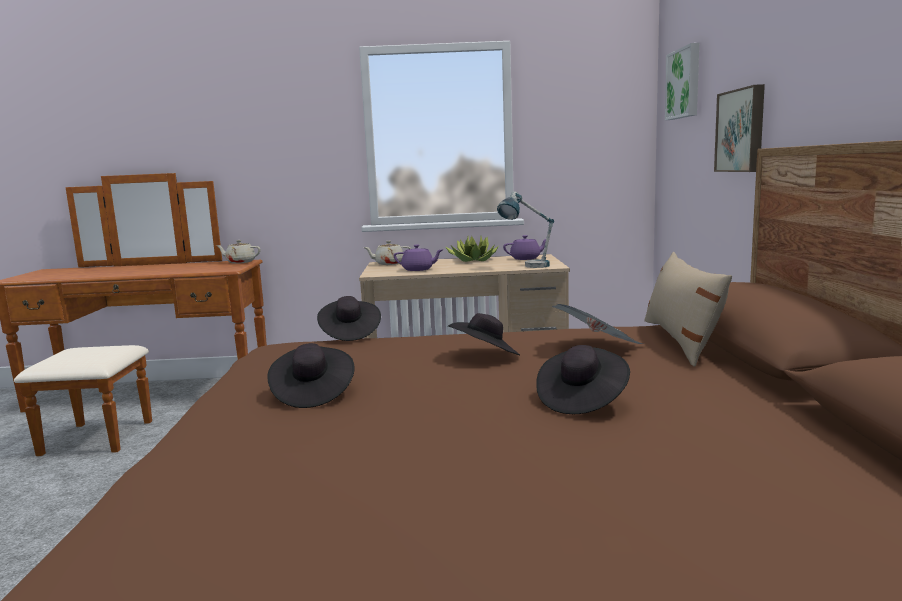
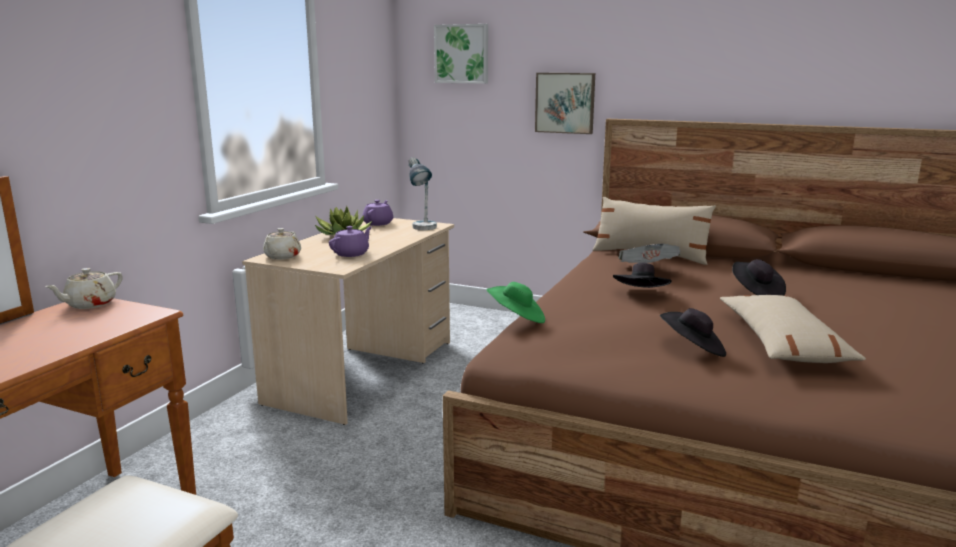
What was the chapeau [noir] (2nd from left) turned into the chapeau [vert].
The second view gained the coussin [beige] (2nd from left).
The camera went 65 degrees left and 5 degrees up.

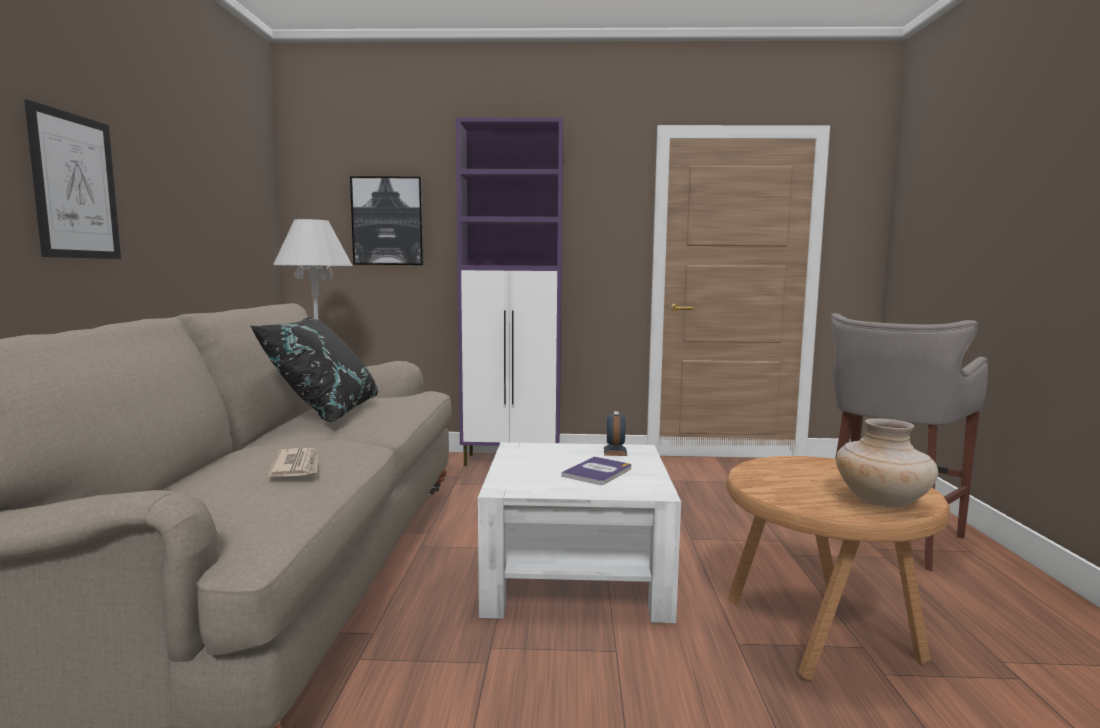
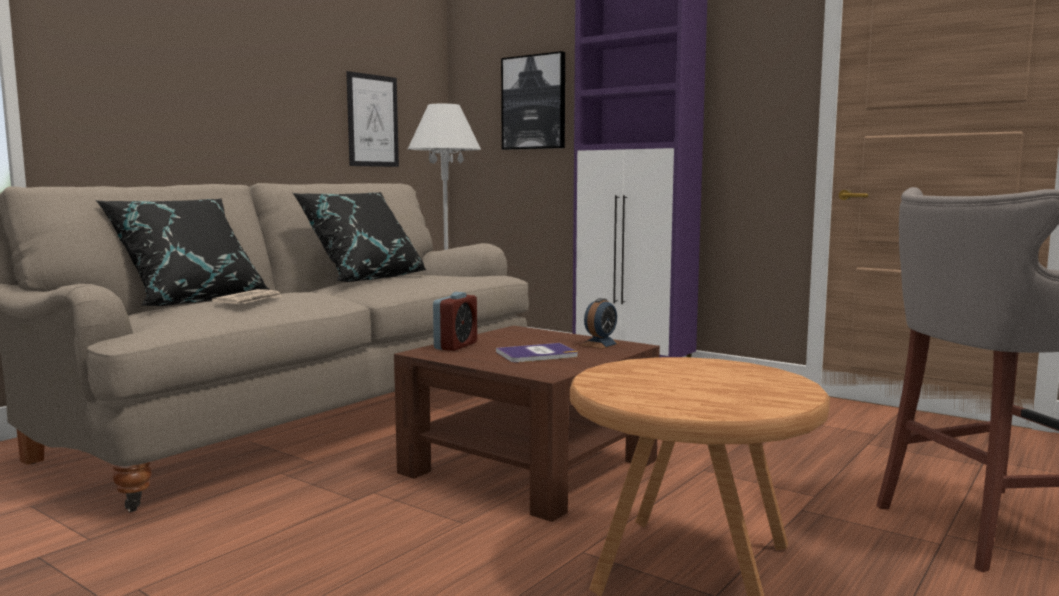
The second view gained the coussin [noir] (1st from left).
The tableau (1st from left) ended up elsewhere.
What was the table basse [blanc] turned into the table basse [marron].
The second view gained the réveil (1st from left).
The second view lost the vase [beige].
The camera went 35 degrees right and 0 degrees up.

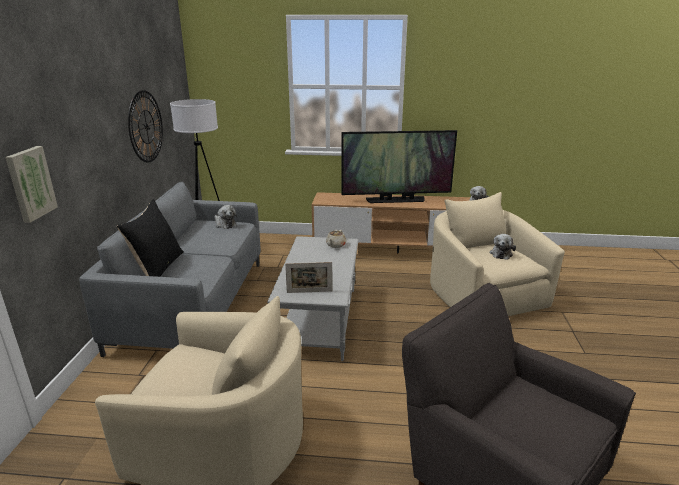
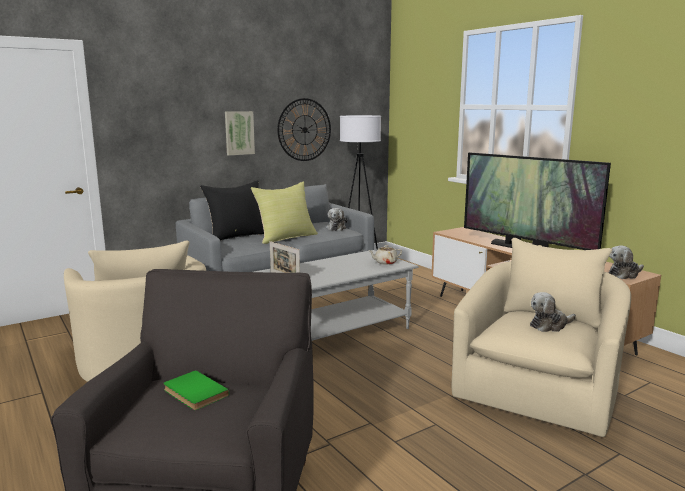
The second view gained the livre [vert].
The tableau ended up elsewhere.
The second view gained the coussin [jaune].
The camera went 50 degrees right and 10 degrees down.

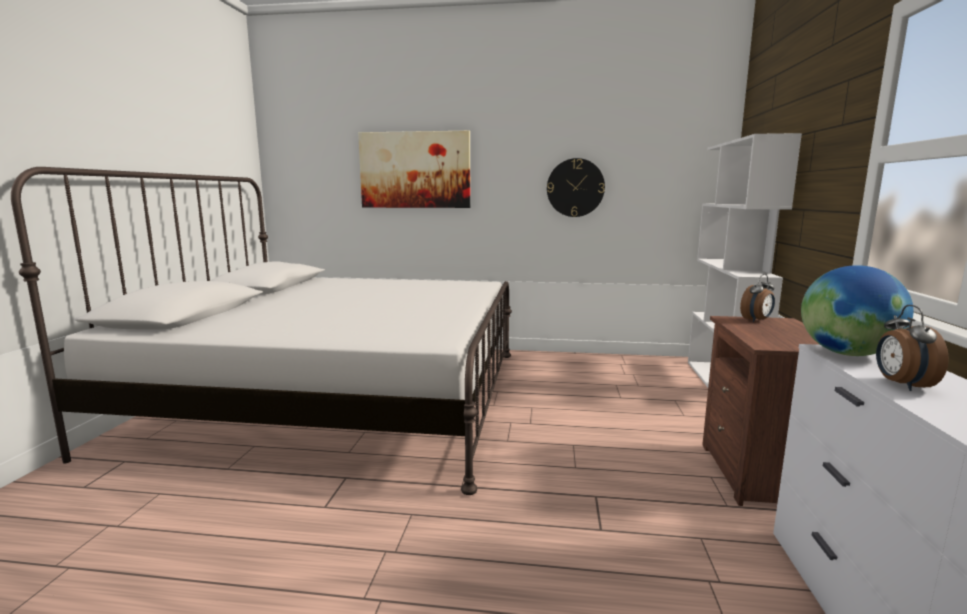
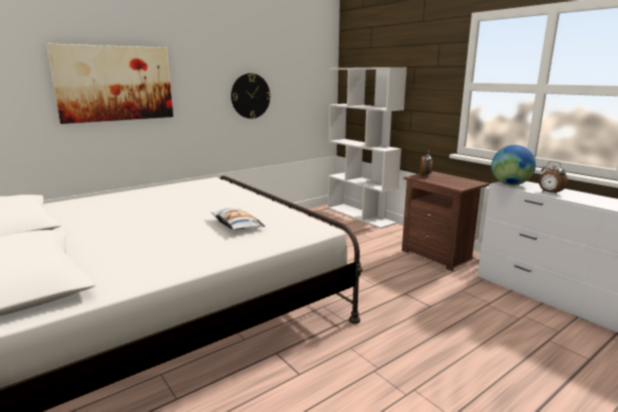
The second view gained the coussin.
The camera went 45 degrees left and 5 degrees up.

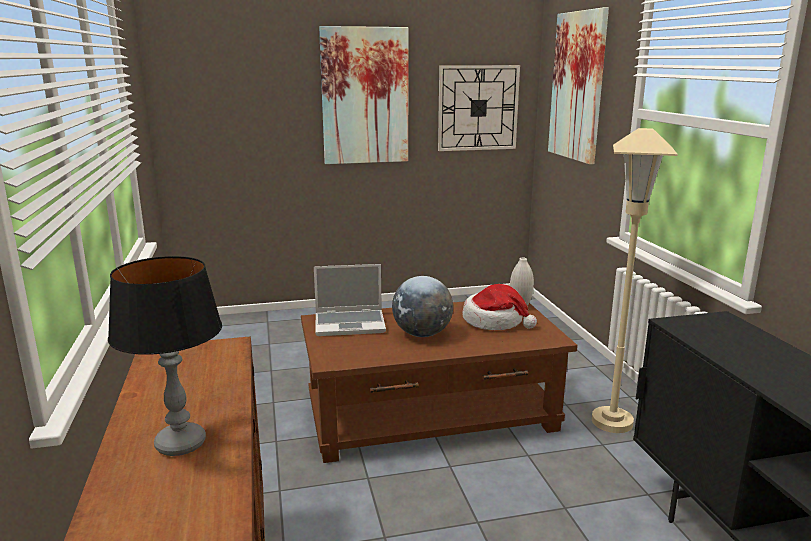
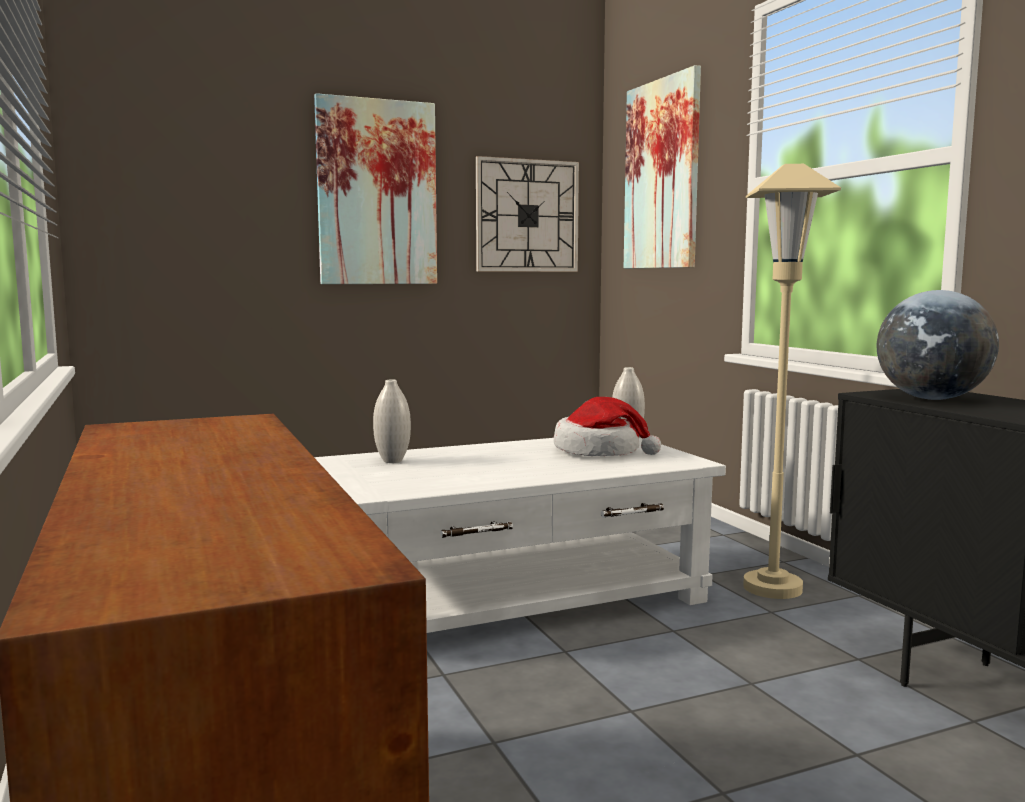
What was the table basse [marron] turned into the table basse [blanc].
Where the ordinateur portable stood, the vase [blanc] (1st from left) came to stand.
The globe ended up elsewhere.
The second view lost the lampe de table.
The camera went 10 degrees left and 10 degrees down.

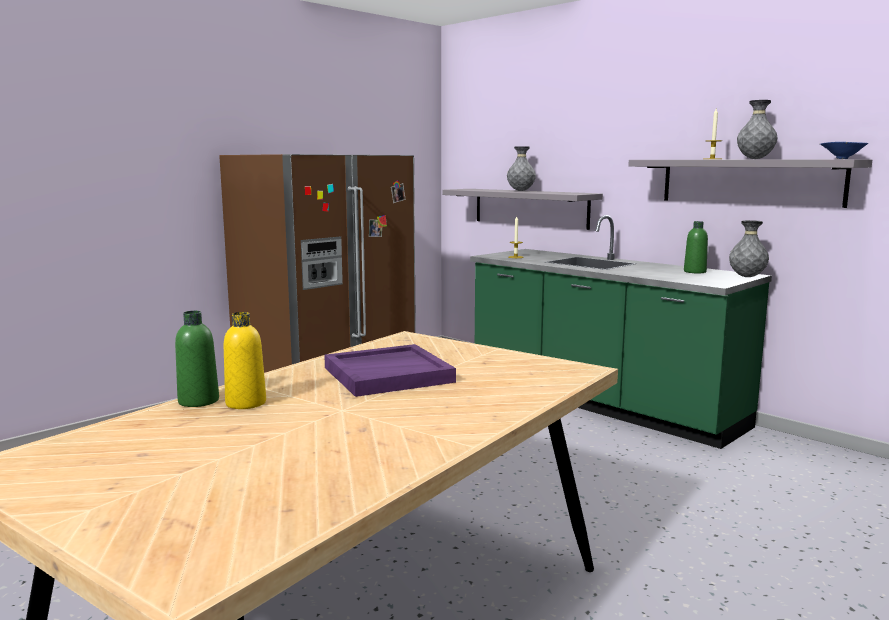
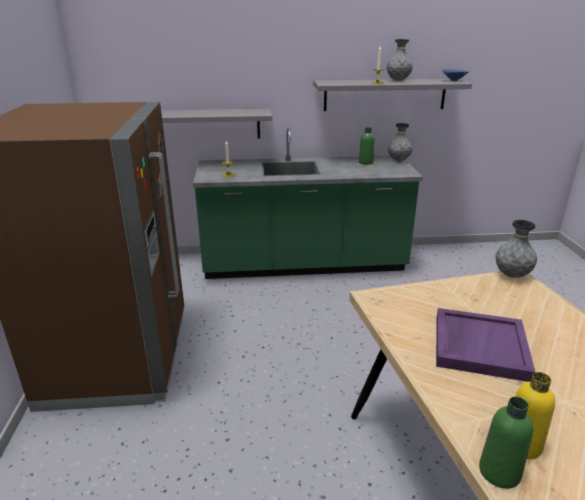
The vase [gris] (1st from left in the first image) ended up elsewhere.
The camera went 50 degrees left and 15 degrees up.

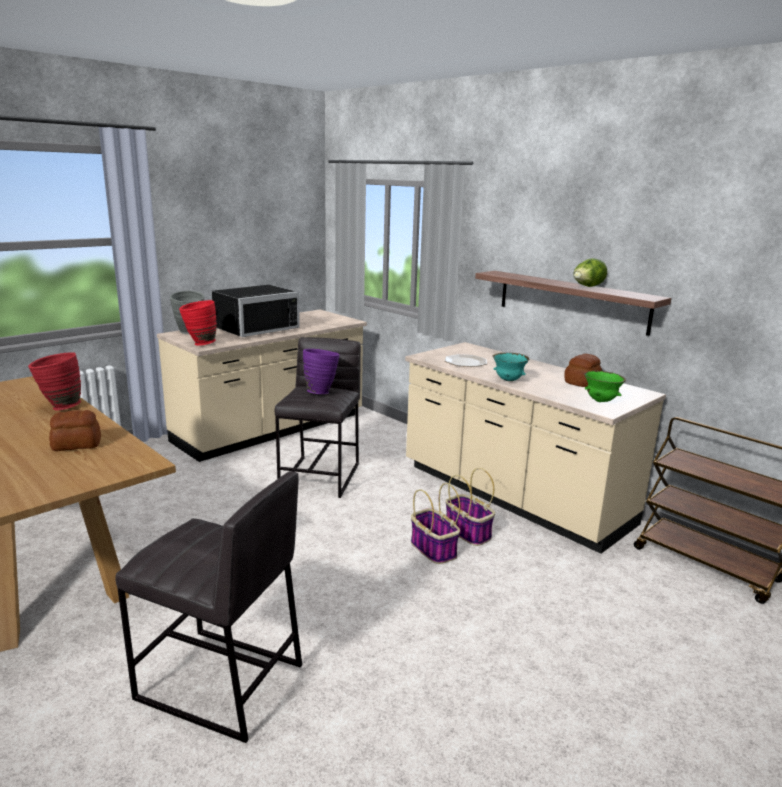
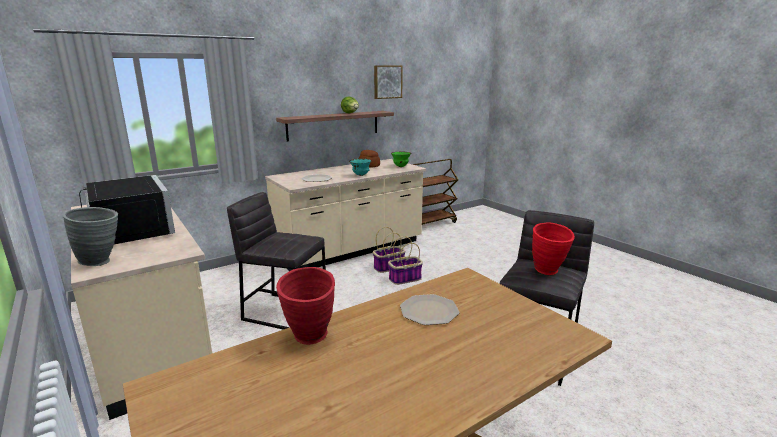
The second view gained the tableau.
Where the pain (1st from left) stood, the assiette (2nd from left) came to stand.
The vase [rouge] (2nd from left) ended up elsewhere.
The second view lost the vase [violet].
The camera went 80 degrees left and 0 degrees up.

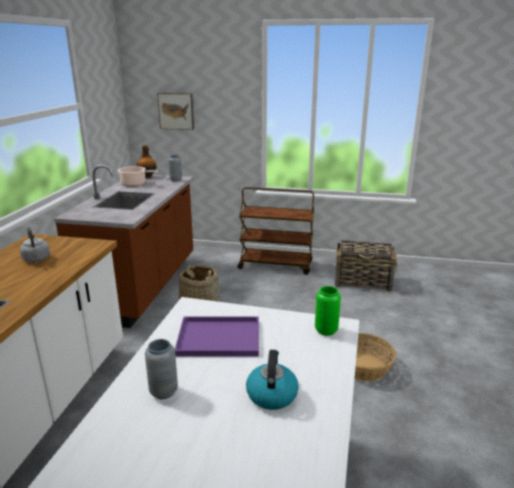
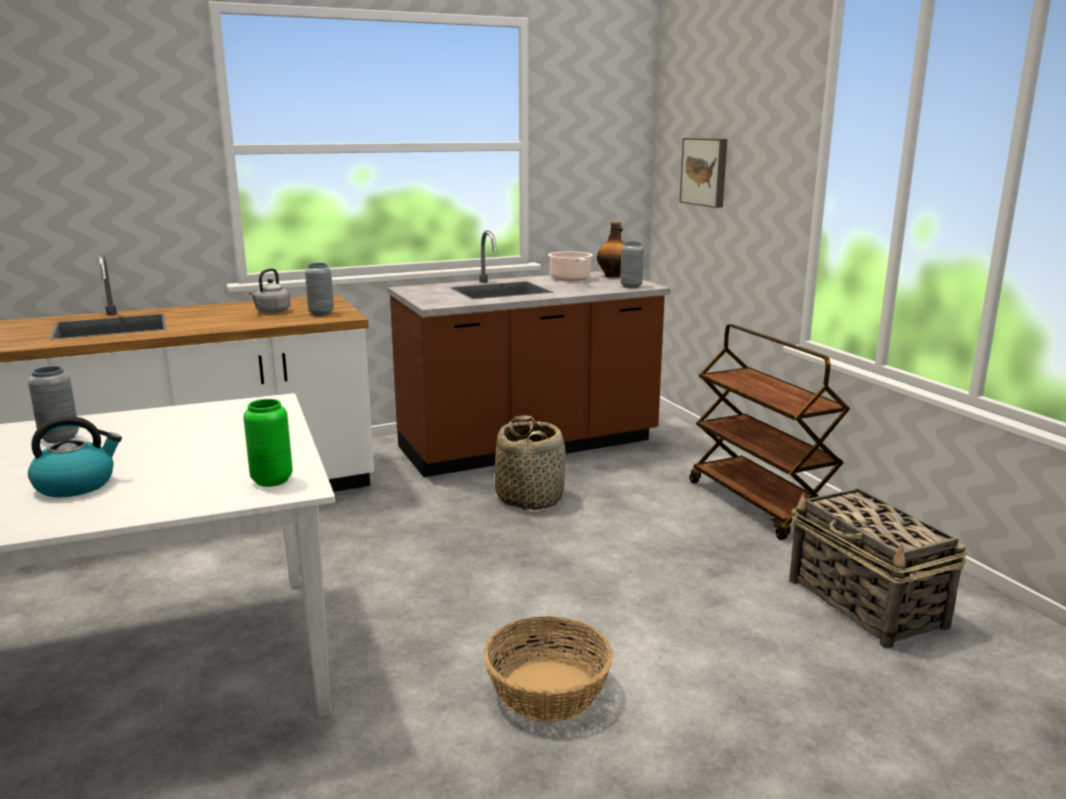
The second view gained the vase [gris] (2nd from left).
The second view lost the plateau [violet].
The camera went 55 degrees right and 5 degrees down.

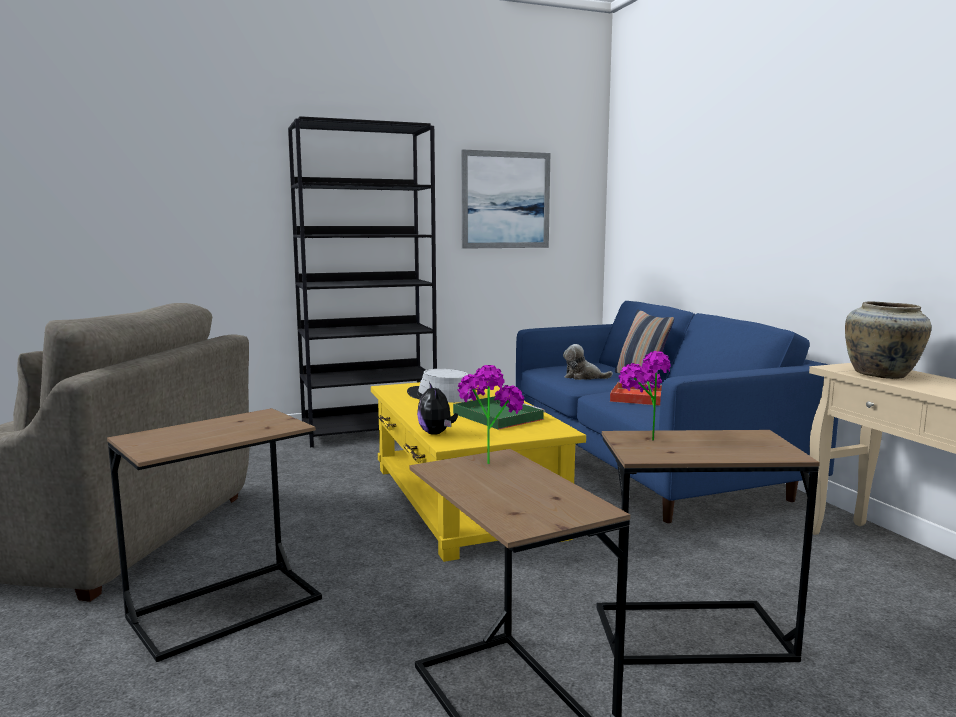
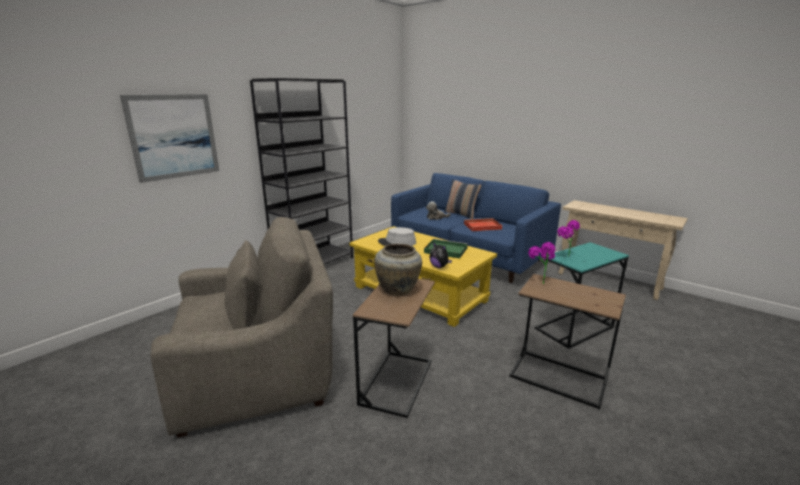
The tableau ended up elsewhere.
The vase [beige] ended up elsewhere.
What was the table d'appoint [marron] (3rd from left) turned into the table d'appoint [turquoise].
The camera went 30 degrees left and 10 degrees up.

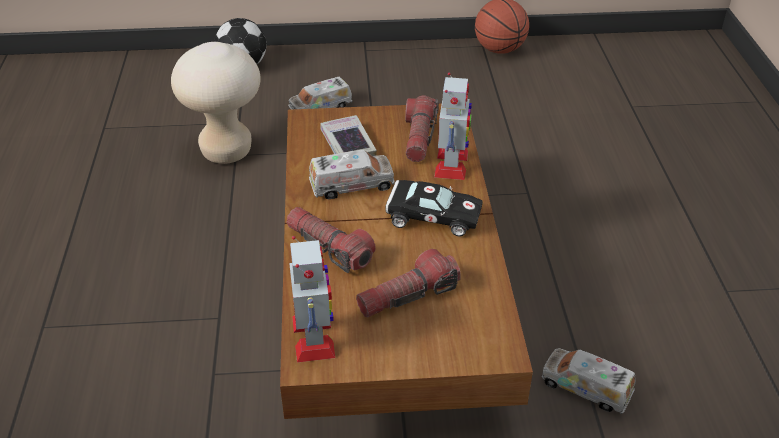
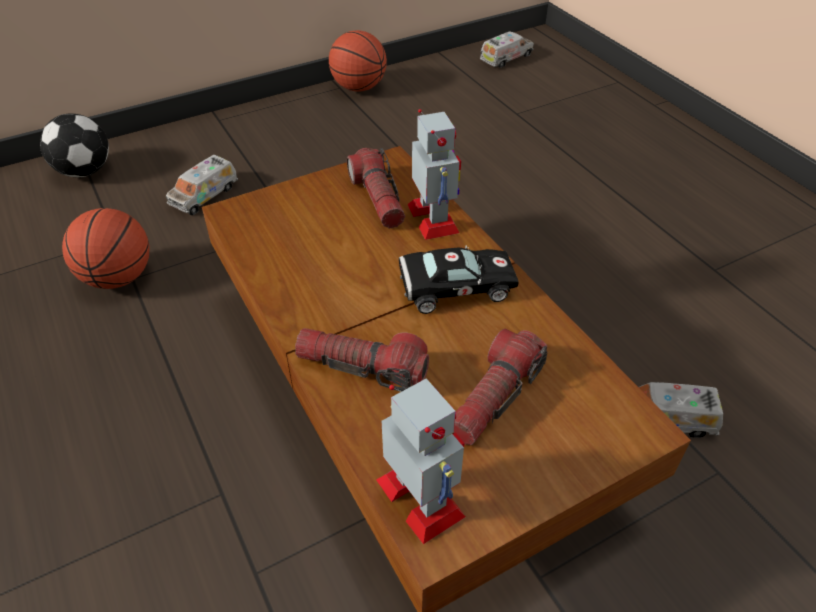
Where the tabouret [beige] stood, the ballon de basket (1st from left) came to stand.
The camion jouet (2nd from left) ended up elsewhere.
The second view lost the livre.
The camera went 25 degrees left and 5 degrees up.

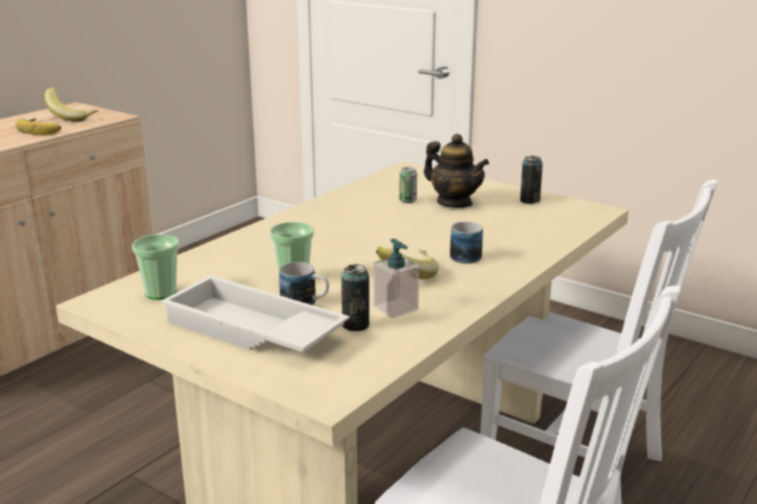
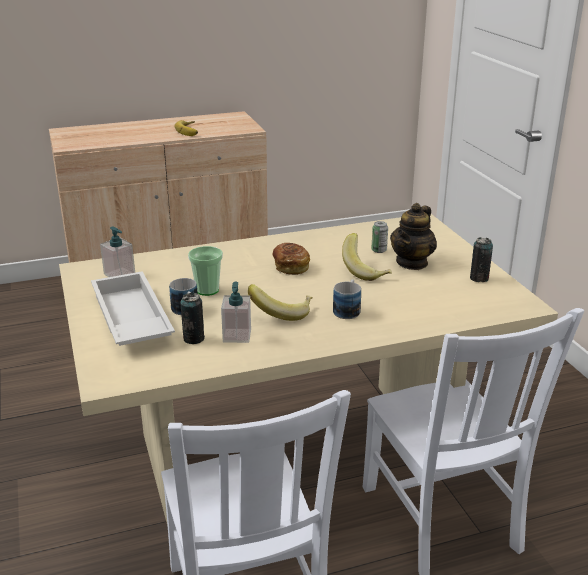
Where the tasse (1st from left) stood, the distributeur de savon (1st from left) came to stand.
The second view gained the pain.
The banane (2nd from left in the first image) ended up elsewhere.
The théière ended up facing another way, 45 degrees clockwise from before.
The camera went 35 degrees right and 5 degrees up.

